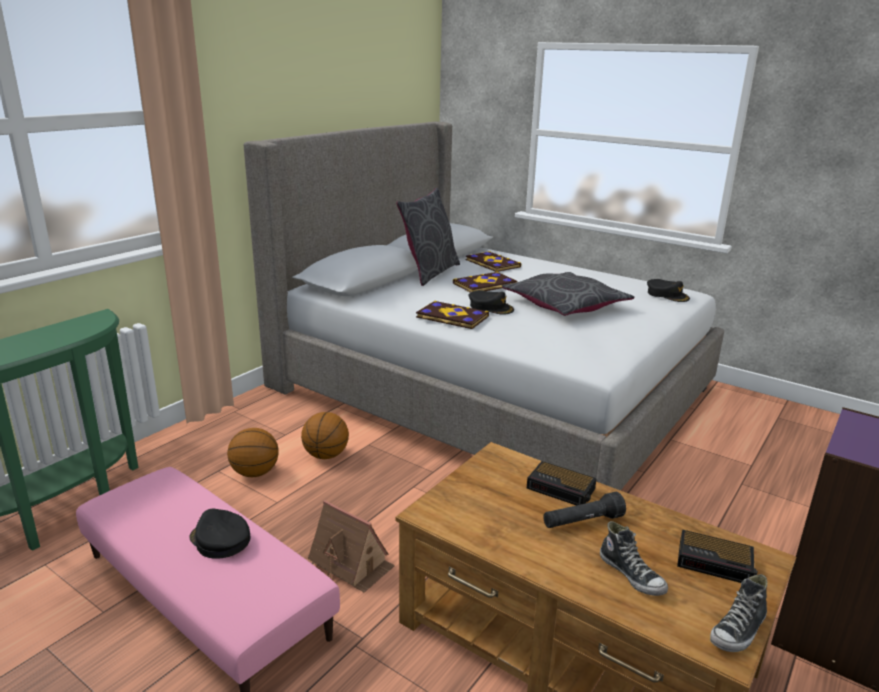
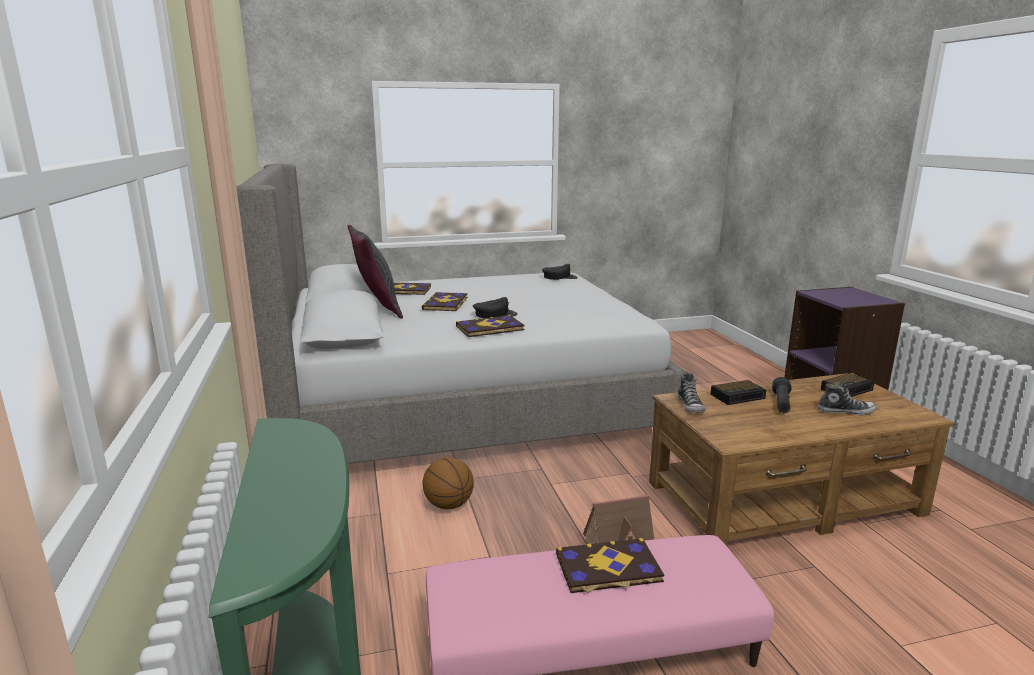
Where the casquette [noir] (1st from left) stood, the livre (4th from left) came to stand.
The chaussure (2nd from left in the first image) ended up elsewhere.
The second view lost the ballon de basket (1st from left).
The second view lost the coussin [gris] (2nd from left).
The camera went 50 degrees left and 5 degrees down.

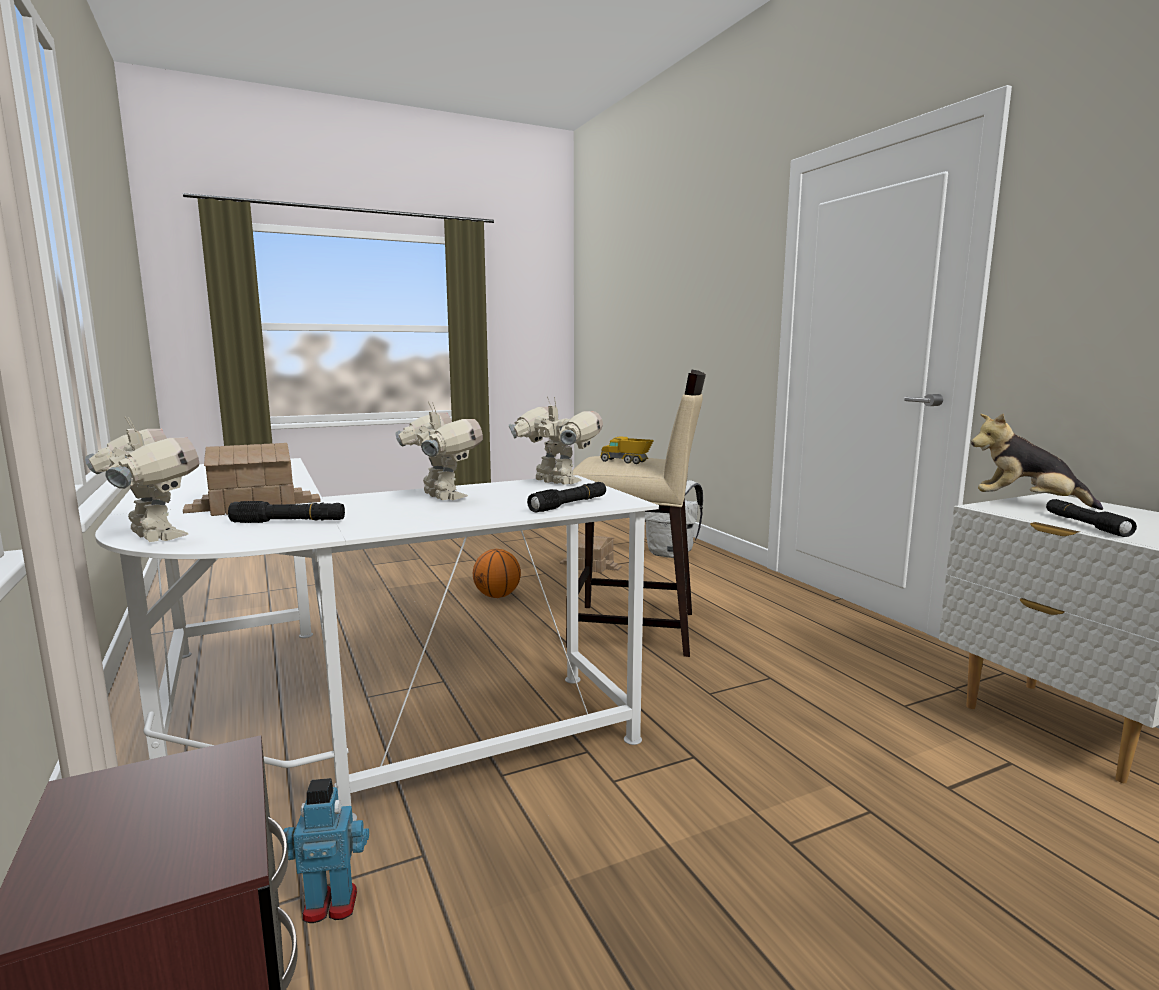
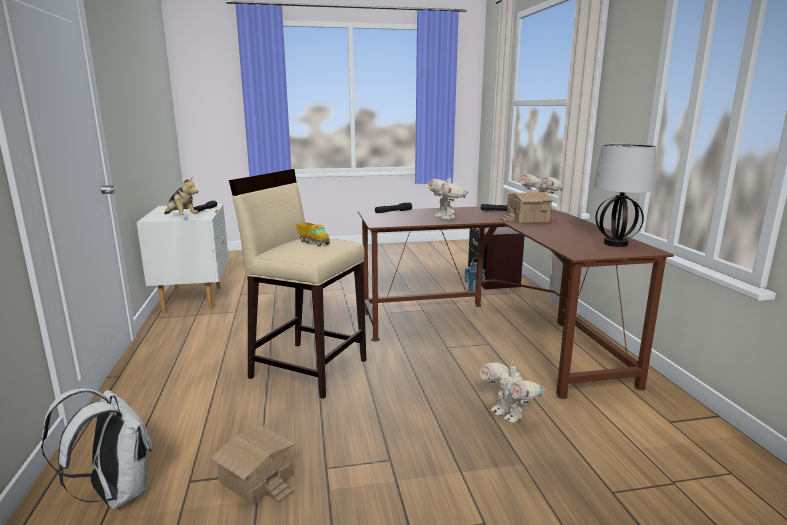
What was the bureau [blanc] turned into the bureau [marron].
The robot jouet (4th from left in the first image) ended up elsewhere.
The second view gained the lampe de table.
The second view lost the ballon de basket.
The camera went 165 degrees left and 5 degrees up.

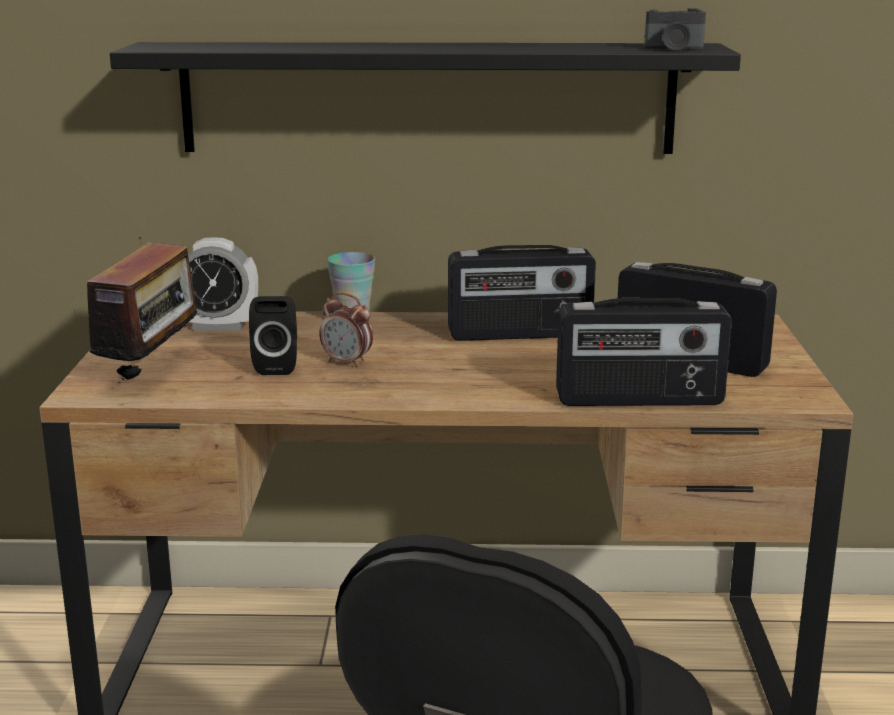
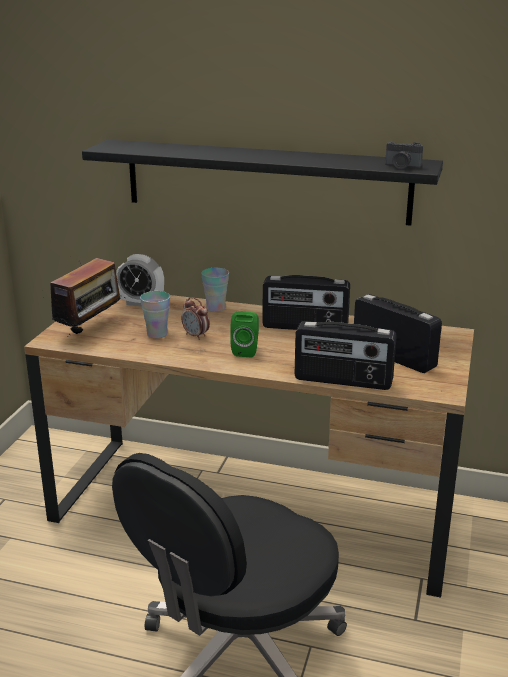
Where the enceinte [noir] stood, the tasse (1st from left) came to stand.
The second view gained the enceinte [vert].
The camera went 15 degrees right and 5 degrees up.

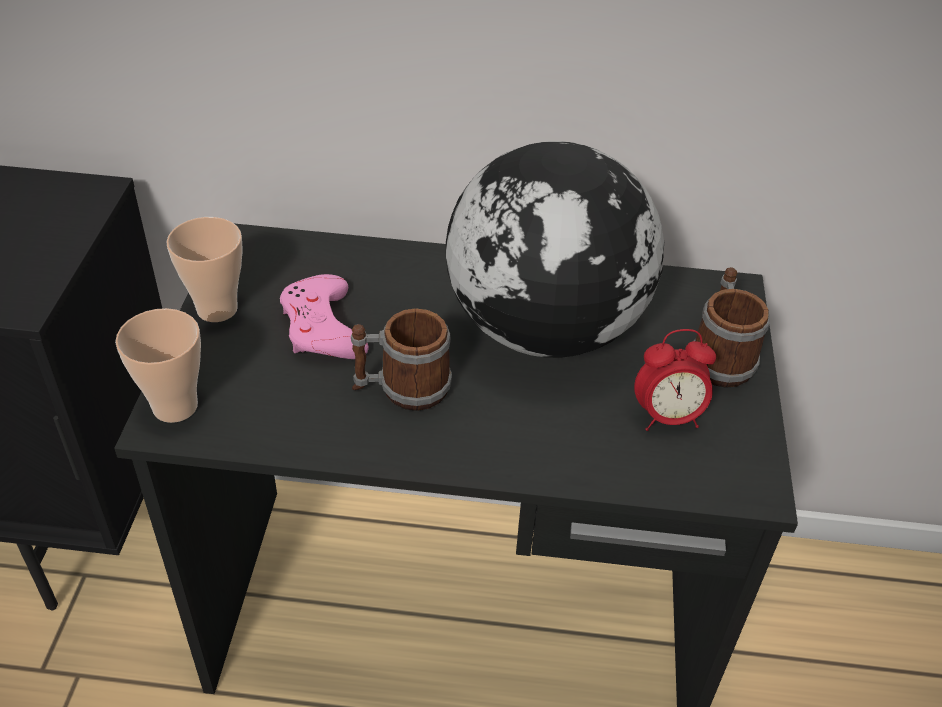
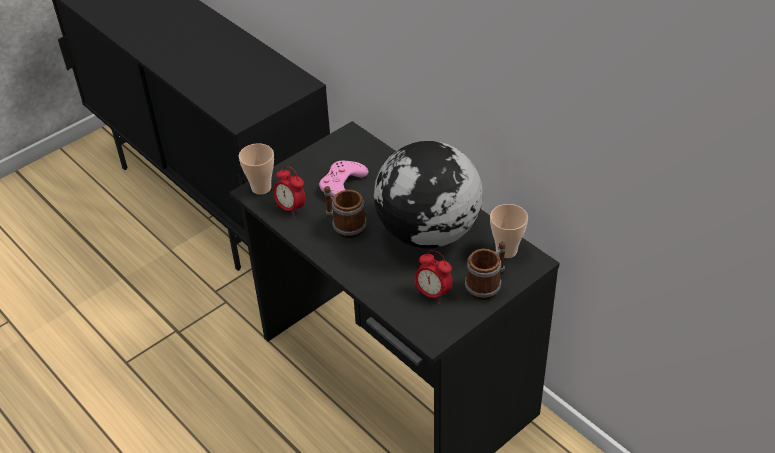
The second view gained the réveil (1st from left).
The tasse (2nd from left) ended up elsewhere.
The camera went 45 degrees right and 0 degrees up.

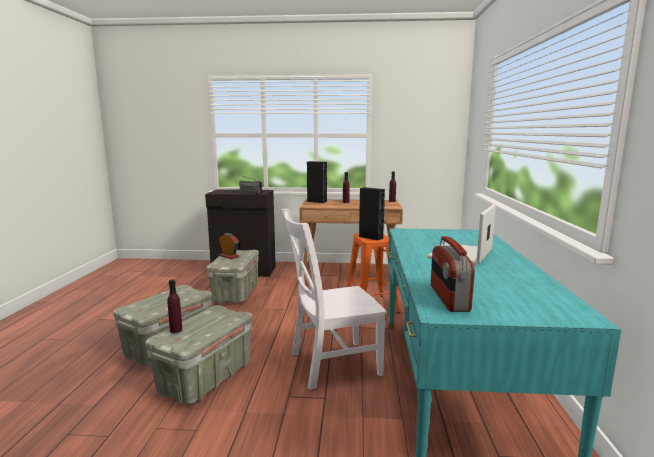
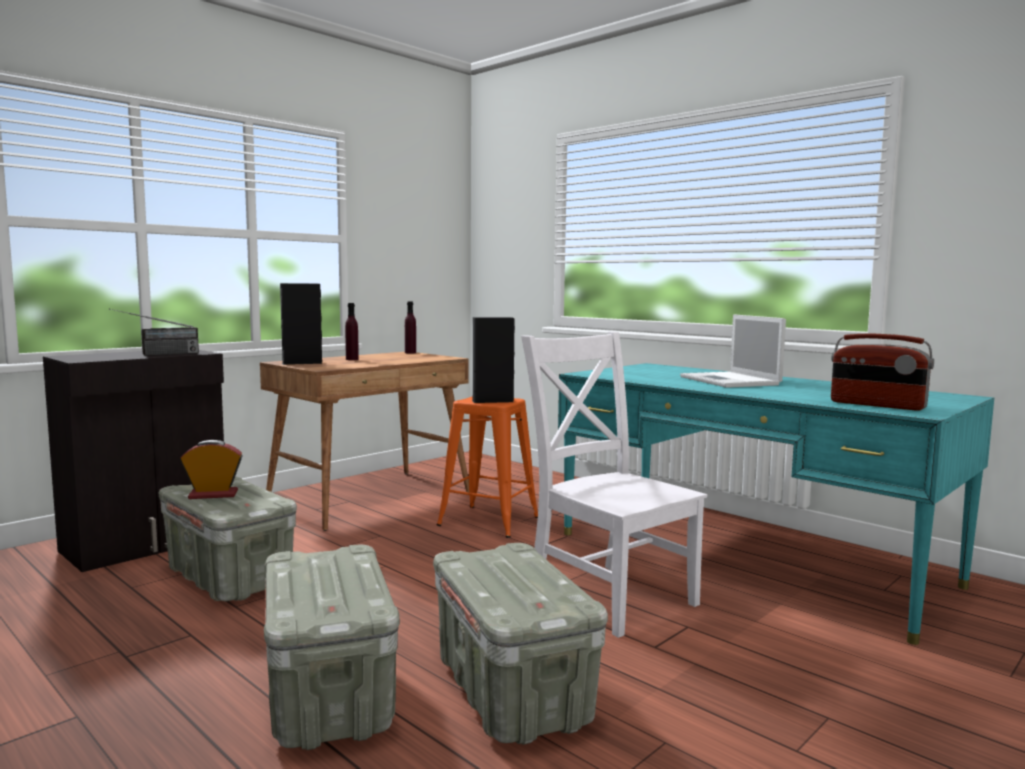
The chaise [blanc] ended up facing another way, 120 degrees clockwise from before.
The second view lost the bouteille [violet] (1st from left).
The camera went 50 degrees left and 5 degrees down.

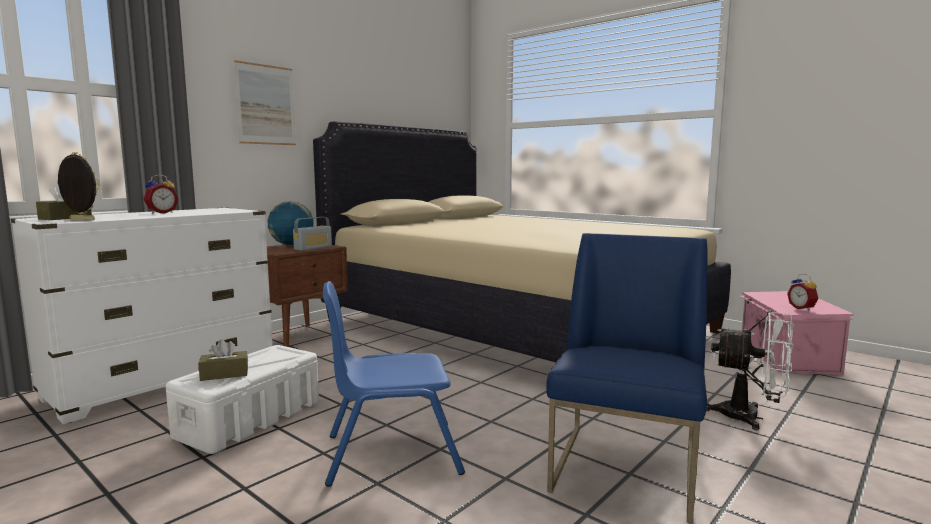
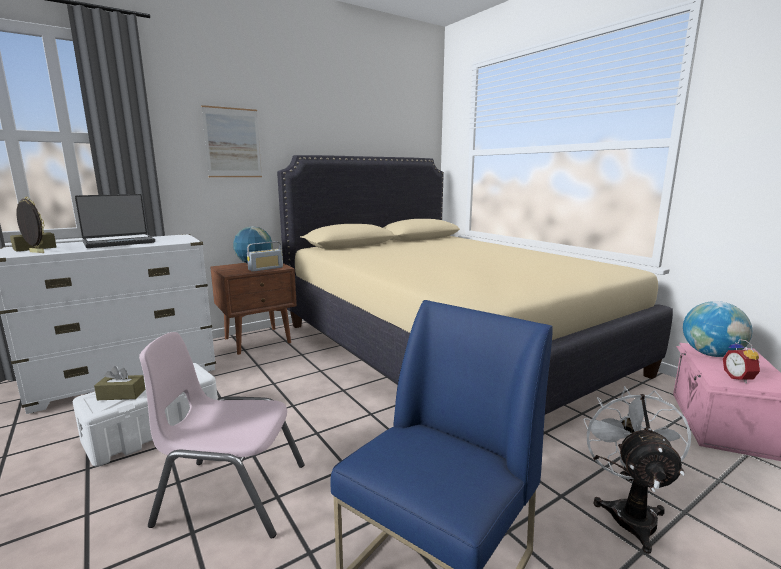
Where the réveil (1st from left) stood, the ordinateur portable came to stand.
What was the chaise [bleu] (1st from left) turned into the chaise [rose].
The ventilateur [blanc] ended up facing another way, 120 degrees counterclockwise from before.
The second view gained the globe (2nd from left).
The camera went 15 degrees right and 5 degrees up.

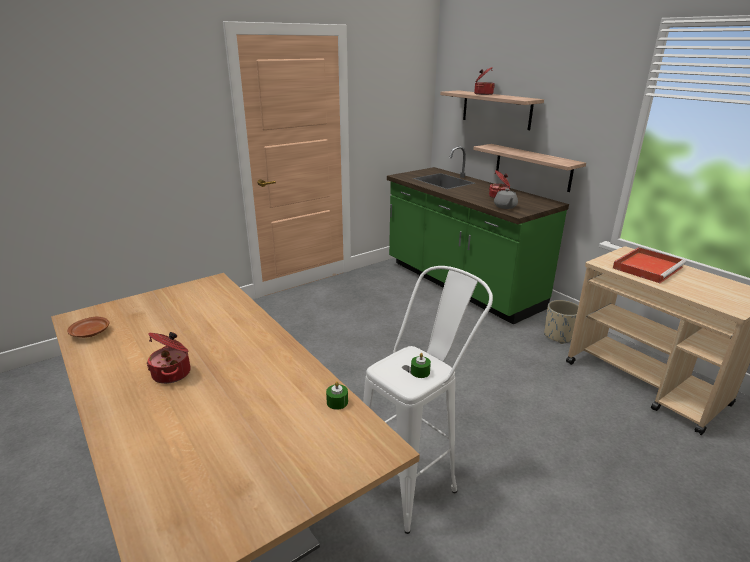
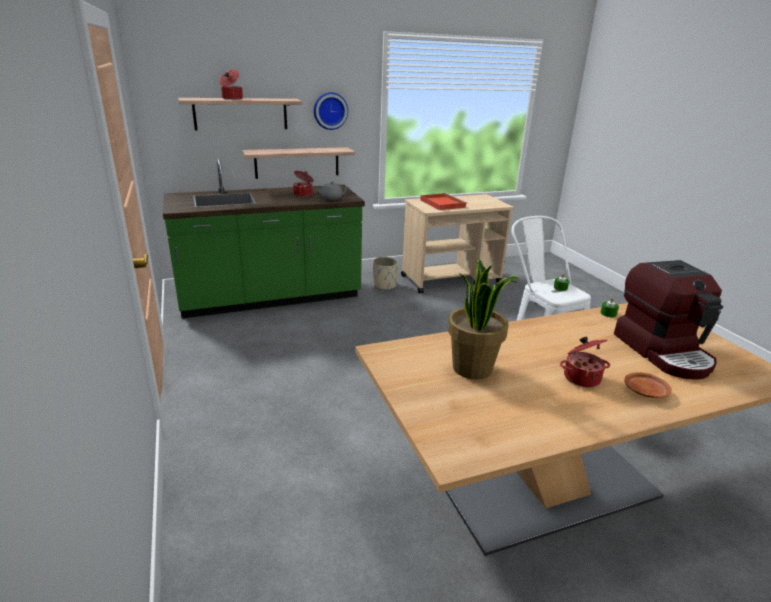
The second view gained the horloge murale.
The second view gained the plante en pot.
The second view gained the machine à café.
The assiette [marron] ended up elsewhere.
The camera went 75 degrees left and 0 degrees up.

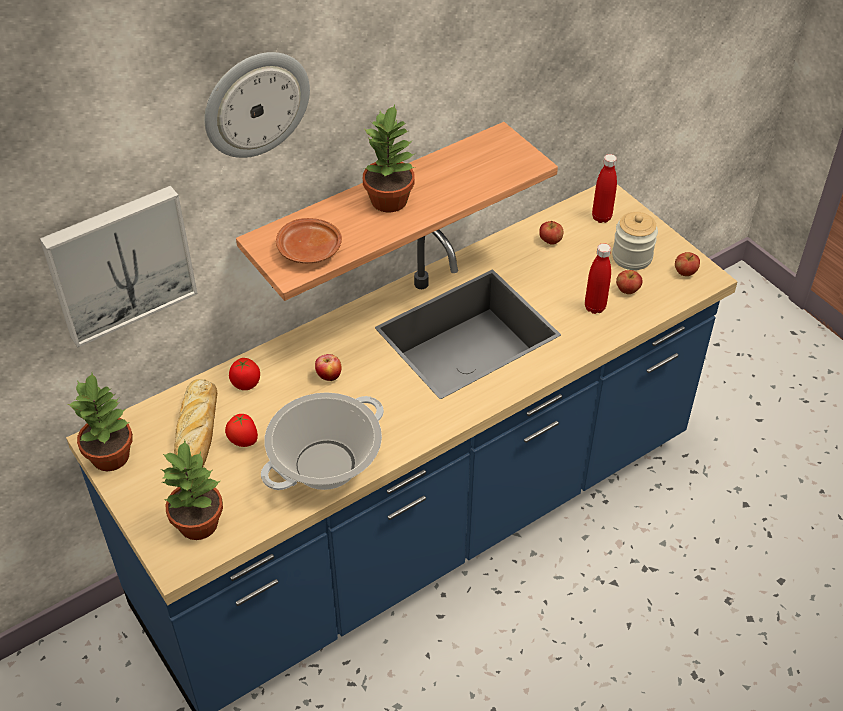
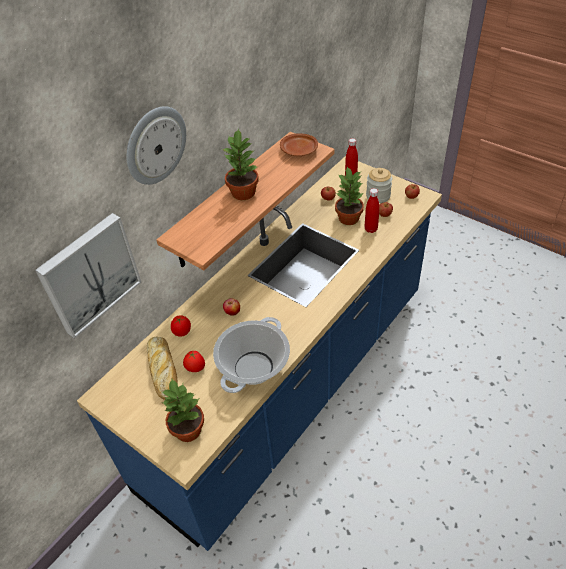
The assiette [marron] ended up elsewhere.
The plante en pot (1st from left in the first image) ended up elsewhere.
The camera went 15 degrees left and 0 degrees up.

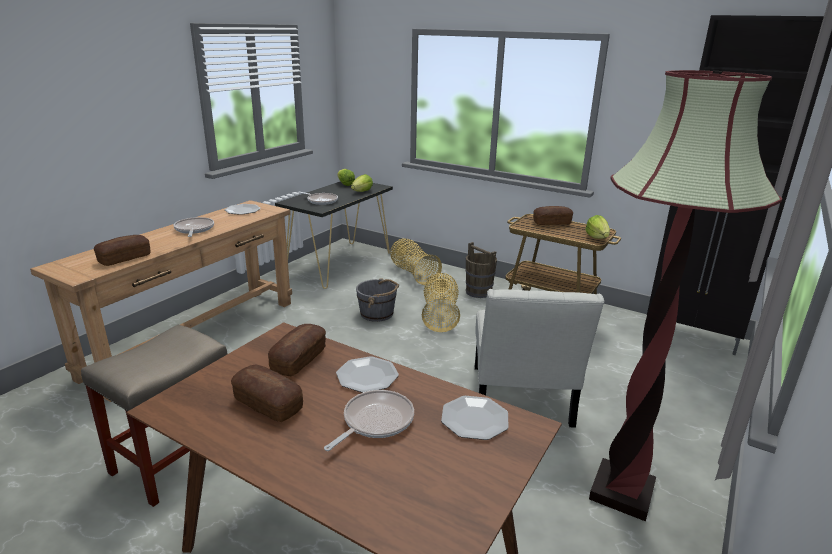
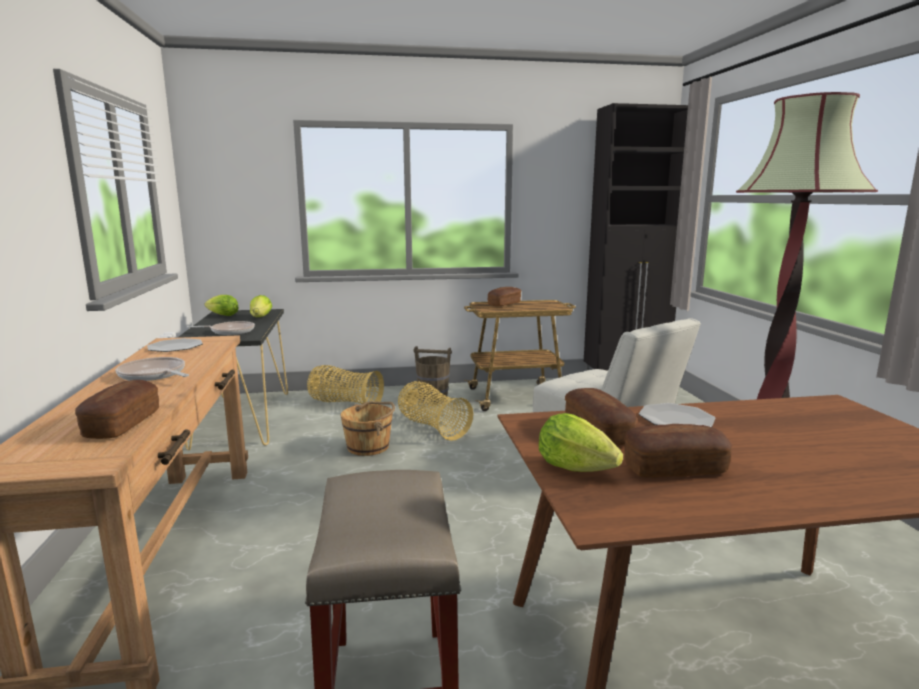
What was the seau [gris] turned into the seau [marron] (1st from left).
The laitue (3rd from left) ended up elsewhere.
The second view lost the poêle (3rd from left).
The second view lost the assiette (3rd from left).
The camera went 40 degrees left and 10 degrees down.

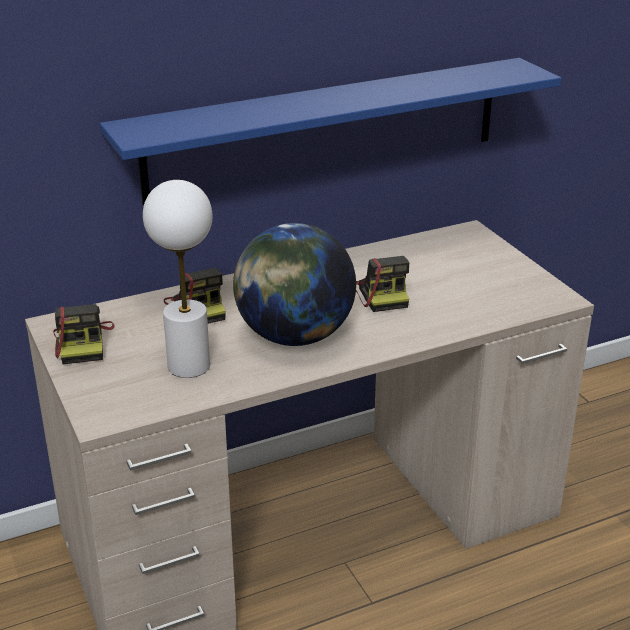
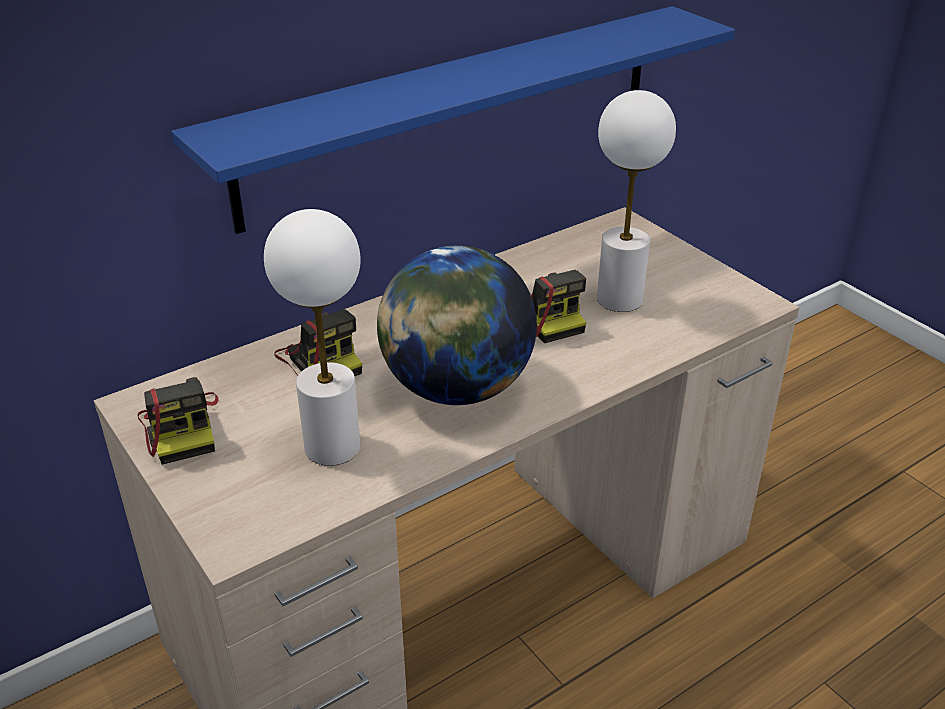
The second view gained the lampe de table [blanc] (2nd from left).
The camera went 10 degrees left and 5 degrees up.

